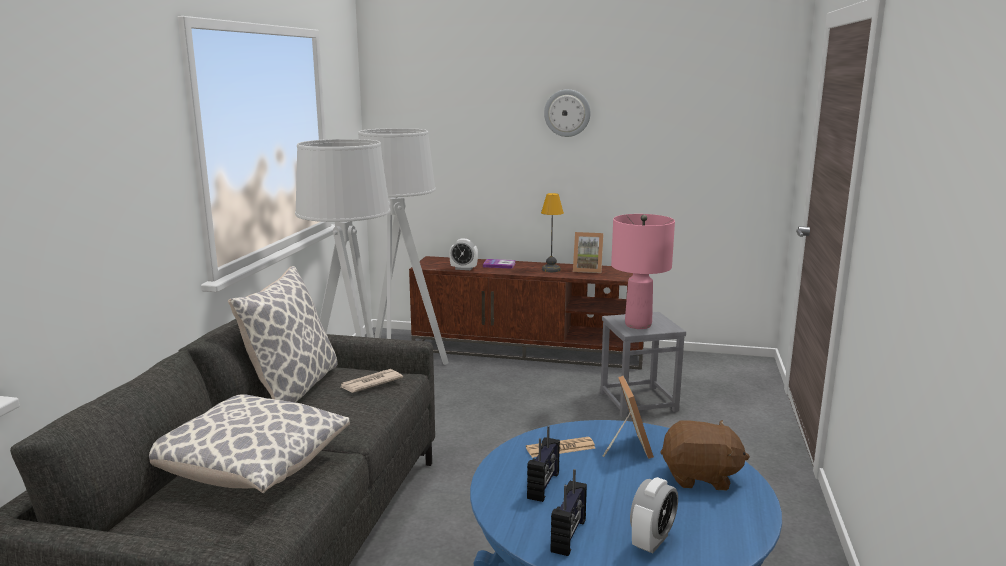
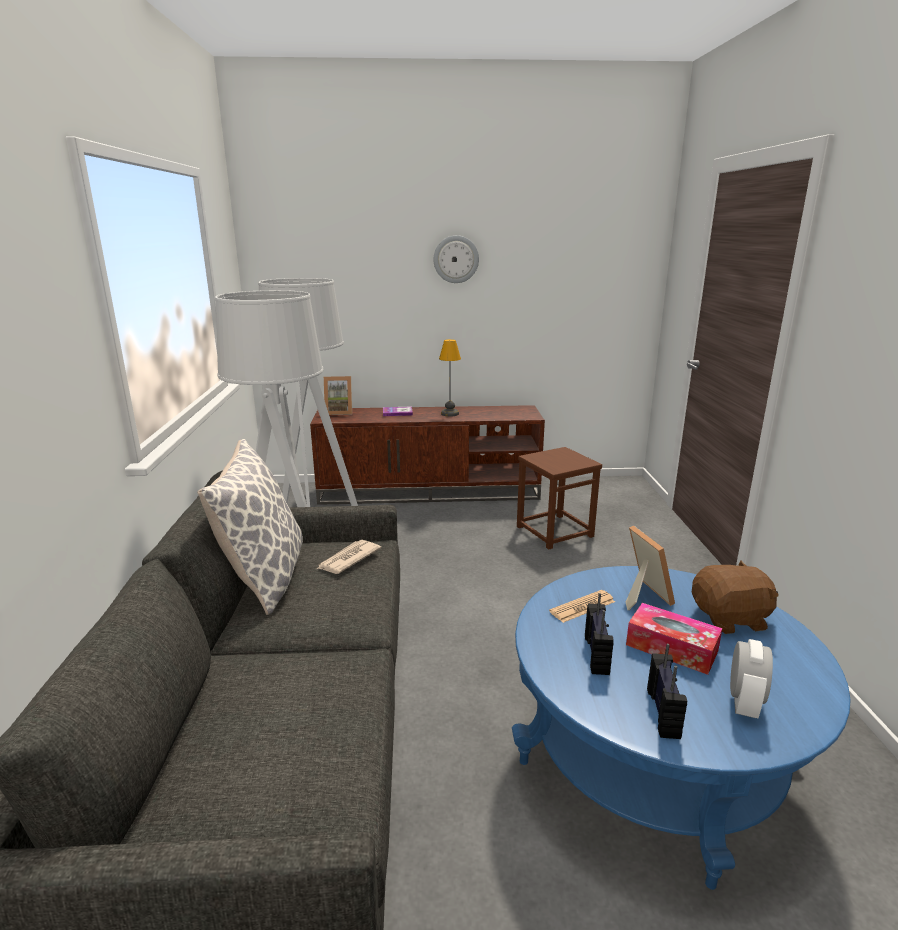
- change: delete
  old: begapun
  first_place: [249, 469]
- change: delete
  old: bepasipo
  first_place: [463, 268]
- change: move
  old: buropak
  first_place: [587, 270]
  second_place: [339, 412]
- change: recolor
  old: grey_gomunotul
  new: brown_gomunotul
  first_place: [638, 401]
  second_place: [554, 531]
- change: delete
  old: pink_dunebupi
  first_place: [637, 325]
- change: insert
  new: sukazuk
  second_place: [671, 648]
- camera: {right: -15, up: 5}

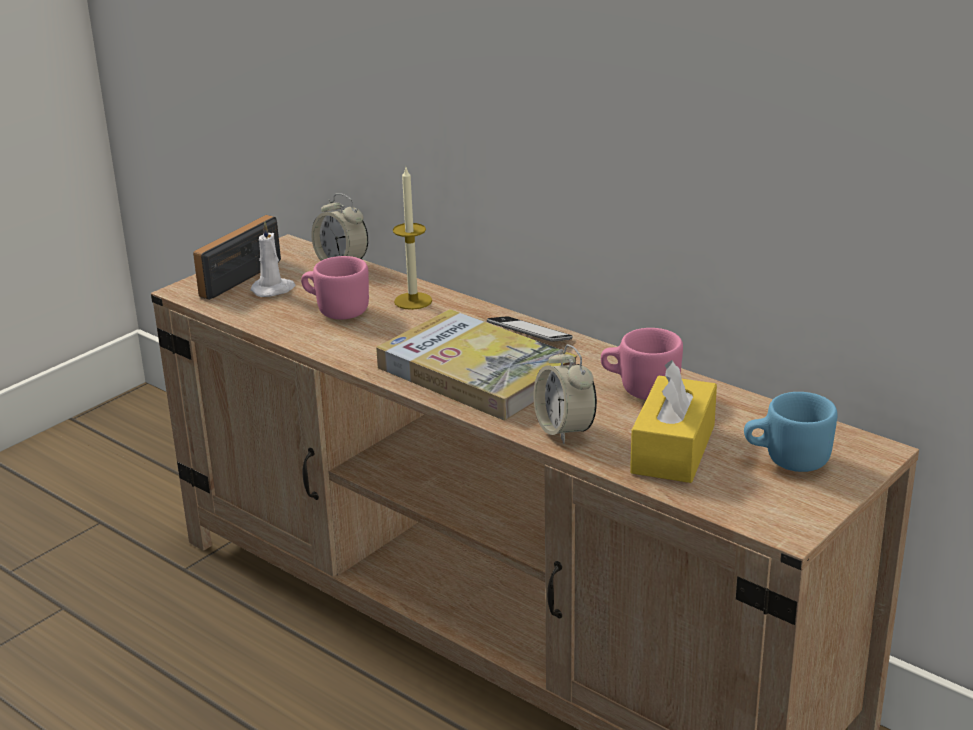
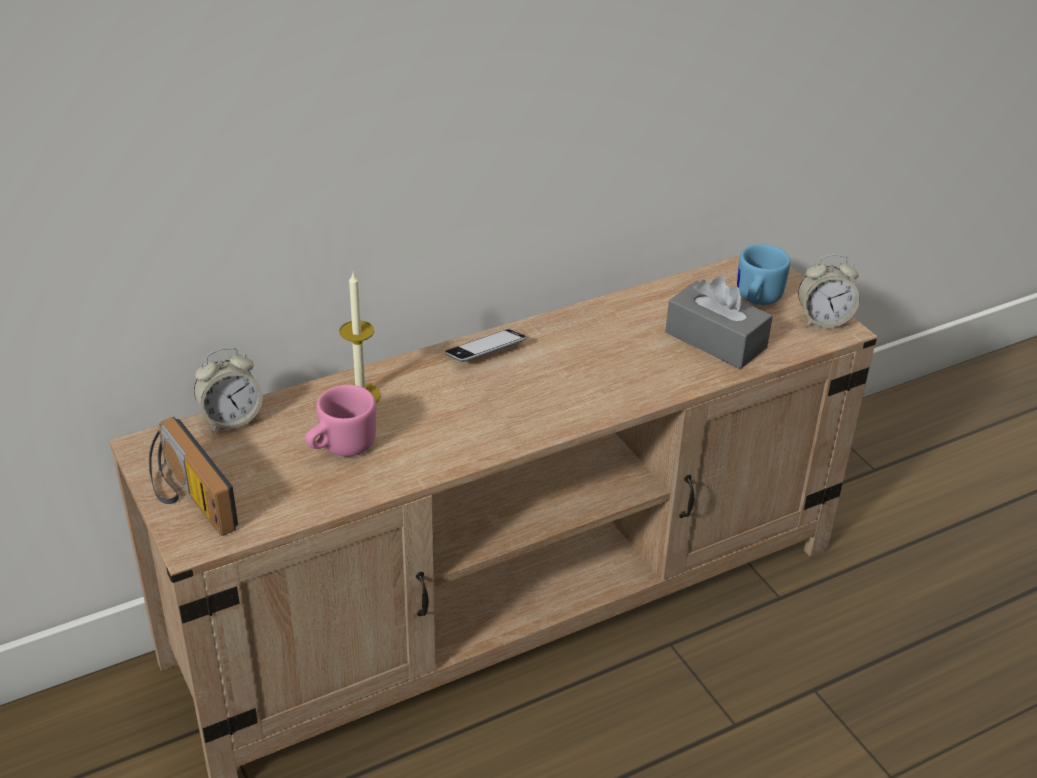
- change: delete
  old: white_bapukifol
  first_place: [274, 290]
- change: delete
  old: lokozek
  first_place: [476, 372]
- change: move
  old: bepasipo
  first_place: [564, 430]
  second_place: [823, 320]
- change: delete
  old: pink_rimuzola
  first_place: [640, 389]
- change: recolor
  old: yellow_sukazuk
  new: grey_sukazuk
  first_place: [673, 449]
  second_place: [715, 340]
- camera: {right: -70, up: 10}

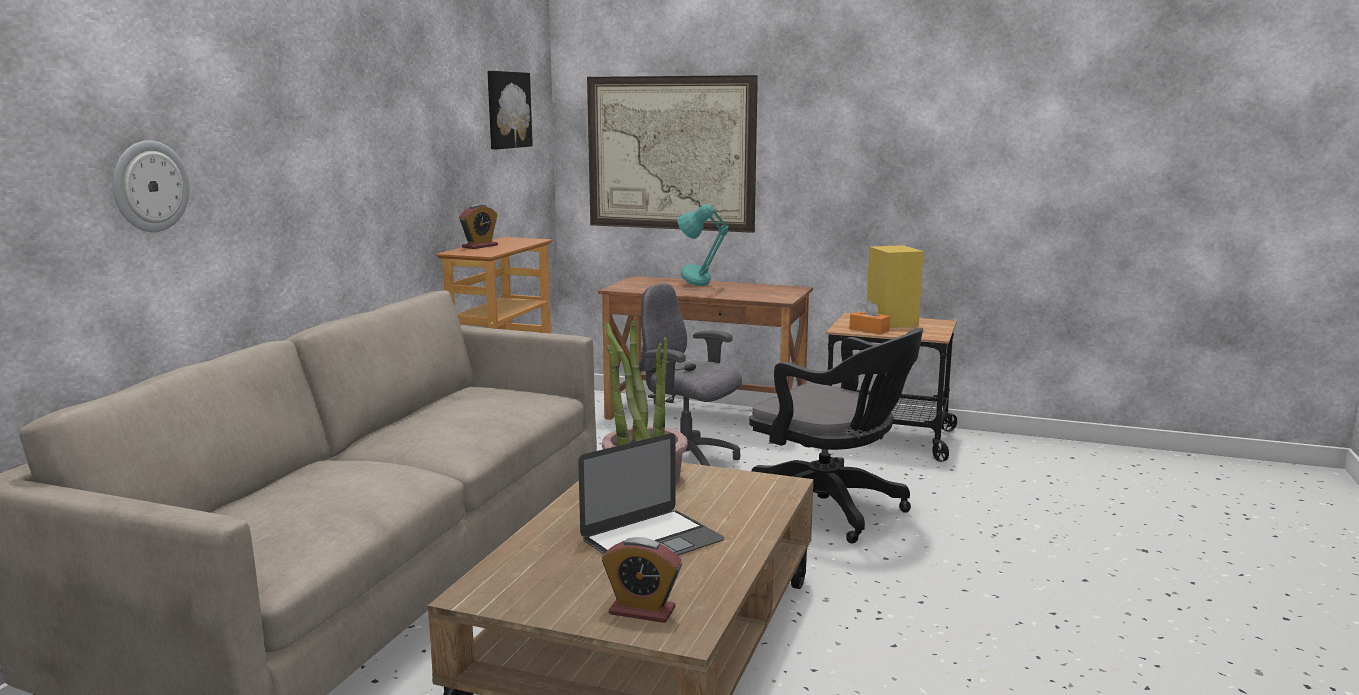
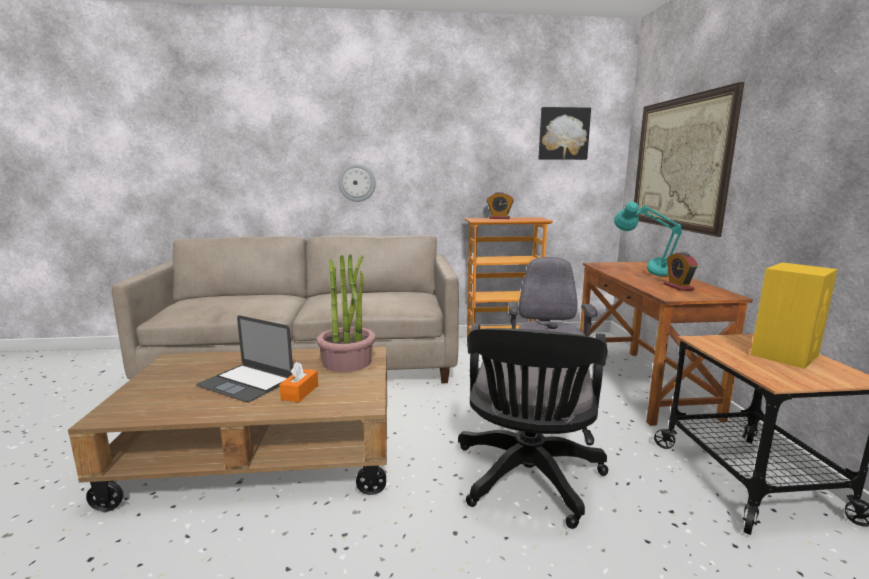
- change: move
  old: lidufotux
  first_place: [149, 186]
  second_place: [357, 182]
- change: move
  old: bepasipo
  first_place: [642, 611]
  second_place: [678, 287]
- change: move
  old: orange_sukazuk
  first_place: [869, 330]
  second_place: [300, 392]
- camera: {right: 65, up: 0}

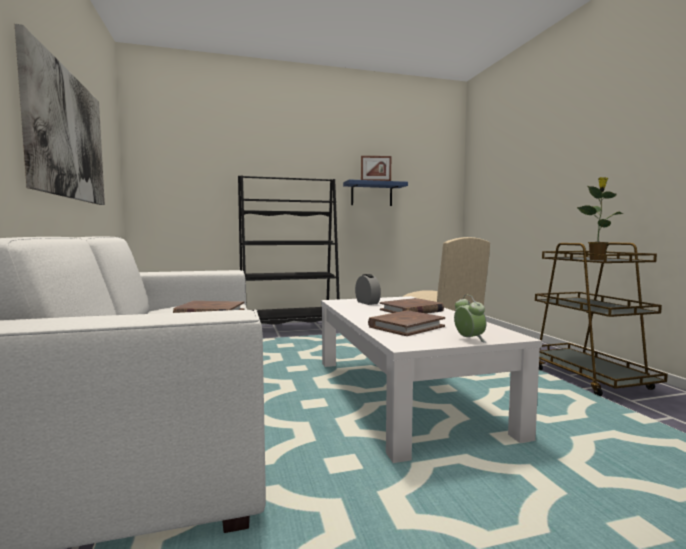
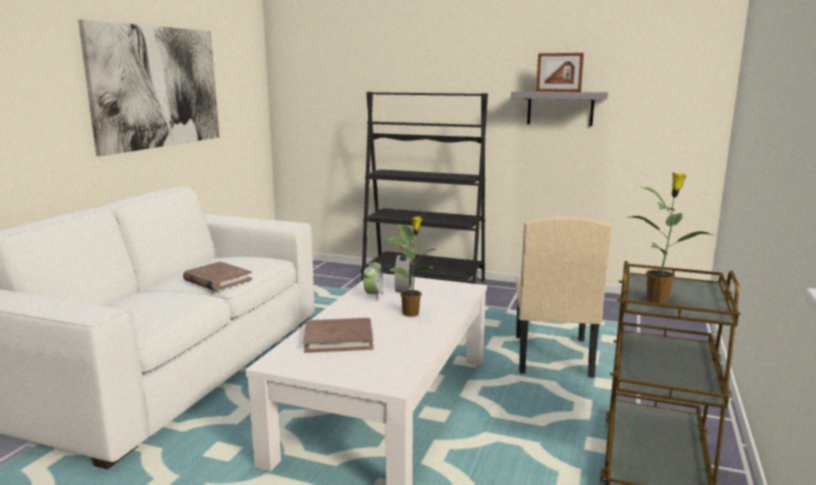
- change: recolor
  old: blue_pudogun
  new: grey_pudogun
  first_place: [371, 194]
  second_place: [560, 108]
- change: replace
  old: brown_lokozek
  new: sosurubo
  first_place: [411, 310]
  second_place: [412, 313]
- change: move
  old: bepasipo
  first_place: [469, 339]
  second_place: [373, 295]
- camera: {right: 35, up: 10}

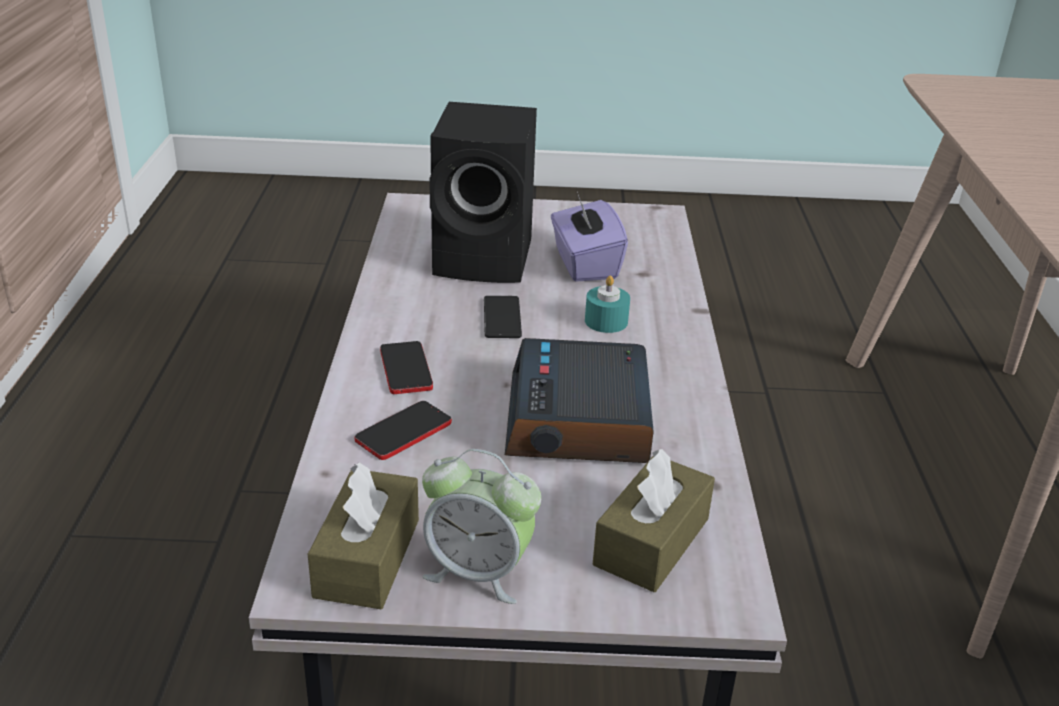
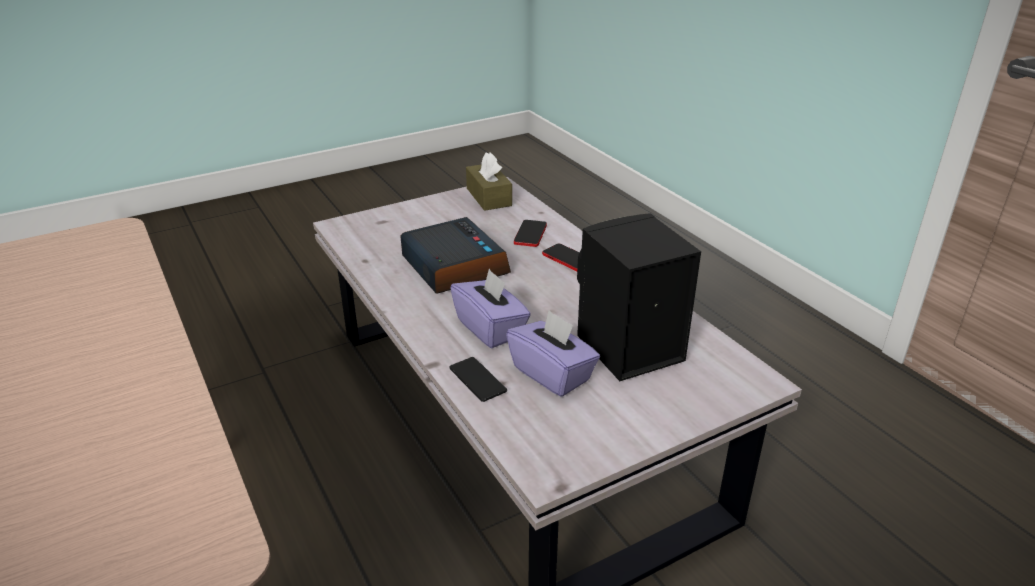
- change: delete
  old: bepasipo
  first_place: [478, 572]
- change: move
  old: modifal
  first_place: [502, 318]
  second_place: [477, 380]
- change: replace
  old: turquoise_bapukifol
  new: purple_sukazuk
  first_place: [606, 321]
  second_place: [491, 328]
- change: delete
  old: brown_sukazuk
  first_place: [651, 542]
- camera: {right: 150, up: 0}

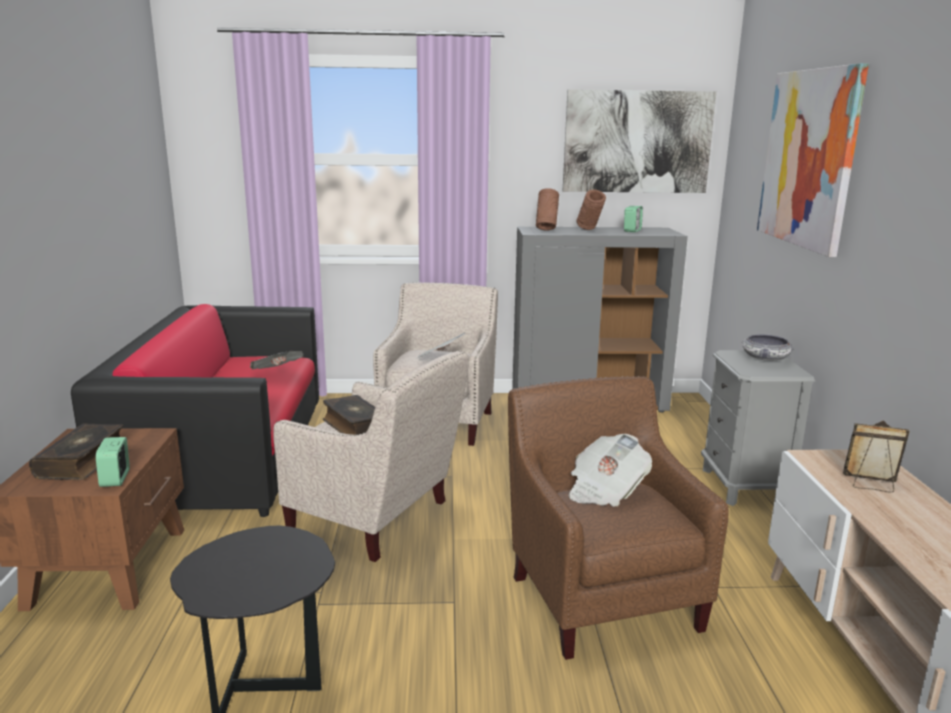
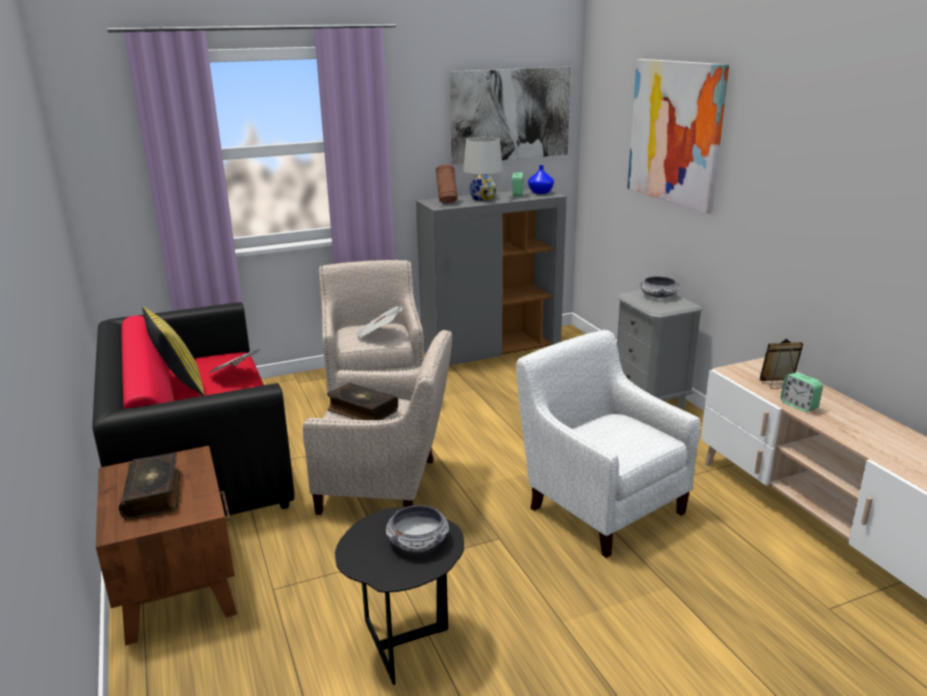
- change: move
  old: bepasipo
  first_place: [115, 479]
  second_place: [799, 405]
- change: recolor
  old: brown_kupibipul
  new: white_kupibipul
  first_place: [602, 594]
  second_place: [601, 504]
- change: delete
  old: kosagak
  first_place: [605, 490]
- change: replace
  old: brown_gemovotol
  new: white_dunebupi
  first_place: [589, 230]
  second_place: [483, 198]
- change: insert
  new: yellow_begapun
  second_place: [179, 384]
- change: insert
  new: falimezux
  second_place: [418, 541]
- change: insert
  new: blue_gemovotol
  second_place: [540, 192]
- camera: {right: -20, up: 5}

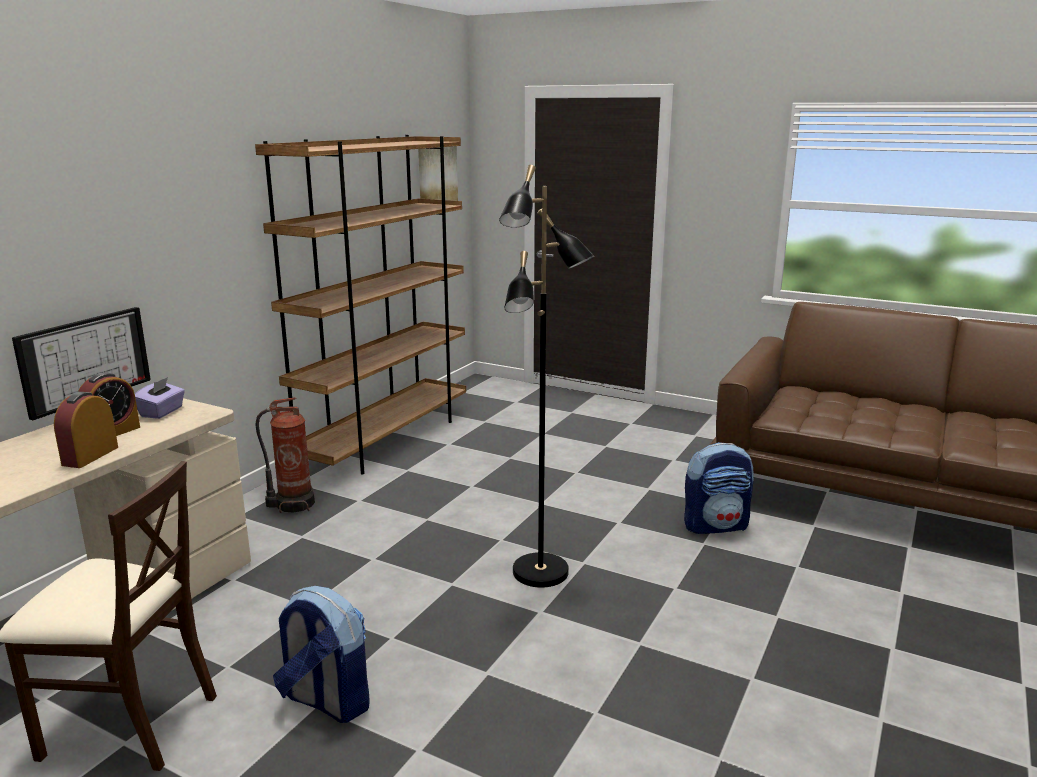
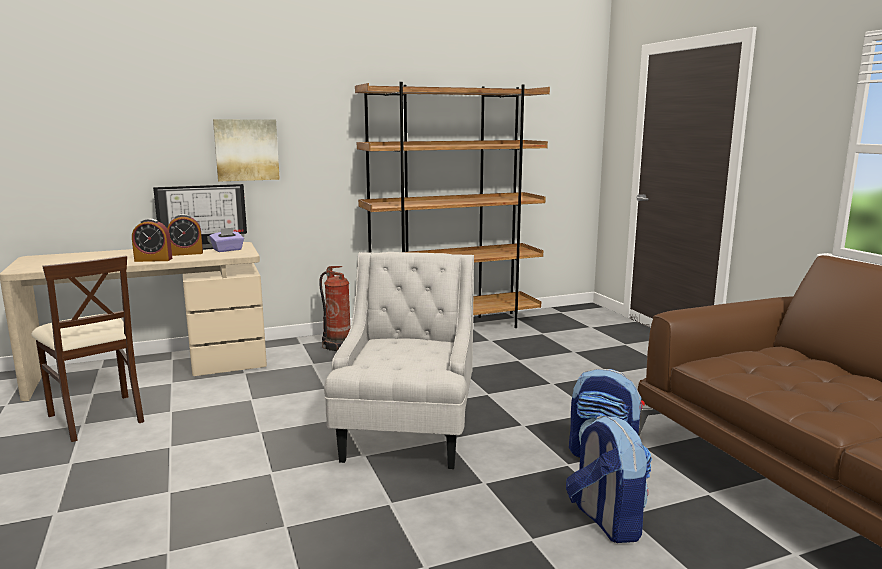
- change: rotate
  old: bepasipo
  first_place: [90, 456]
  second_place: [153, 259]
  degrees: -150
- change: move
  old: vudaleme
  first_place: [326, 701]
  second_place: [606, 521]
- change: move
  old: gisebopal
  first_place: [436, 176]
  second_place: [246, 150]
- change: replace
  old: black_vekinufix
  new: white_kupibipul
  first_place: [541, 573]
  second_place: [407, 434]
- camera: {right: 40, up: -5}

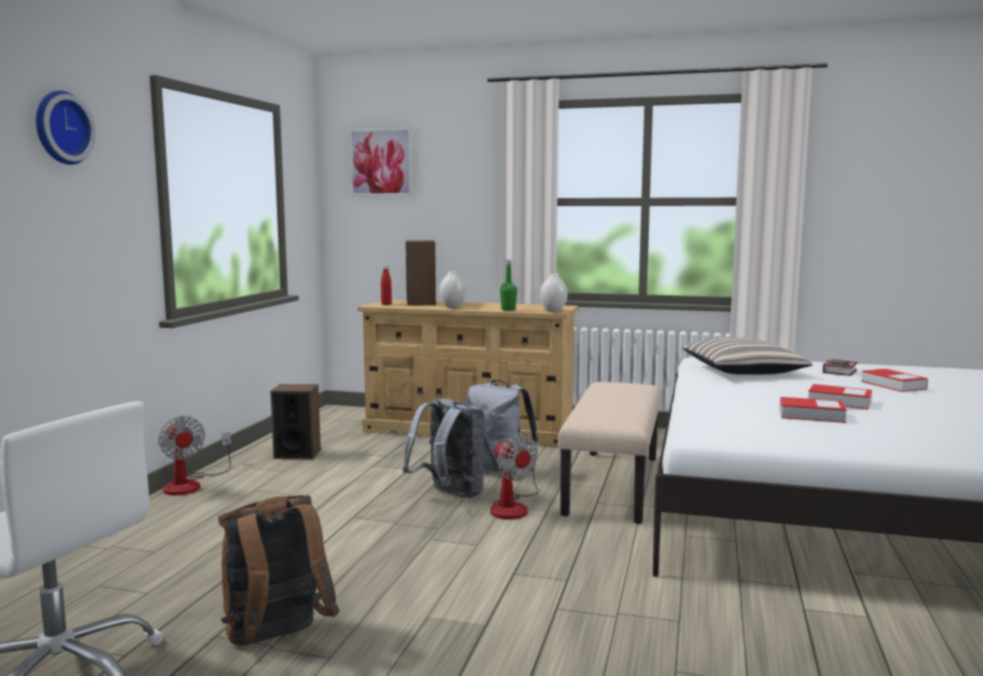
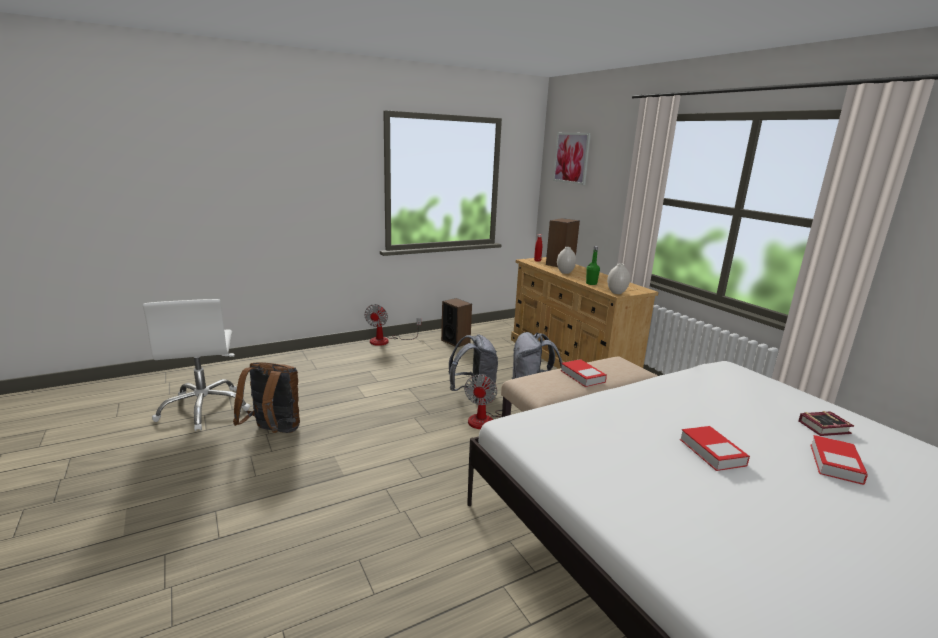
- change: delete
  old: lidufotux
  first_place: [60, 128]
- change: delete
  old: begapun
  first_place: [743, 370]
- change: move
  old: lokozek
  first_place: [811, 415]
  second_place: [582, 376]
- camera: {right: 45, up: 10}

